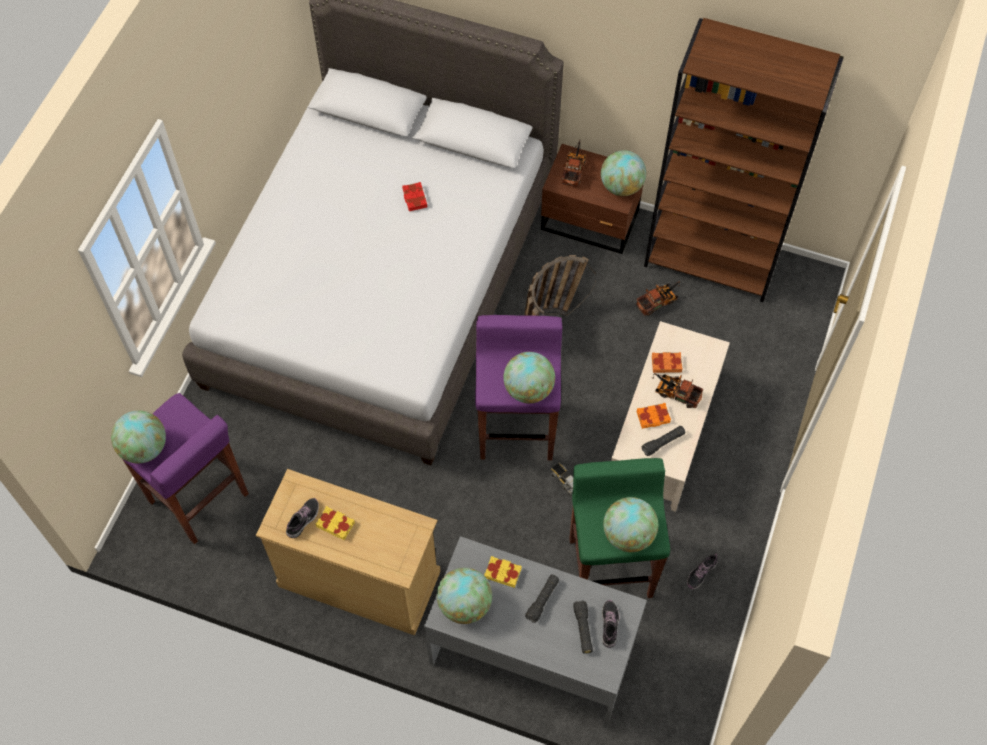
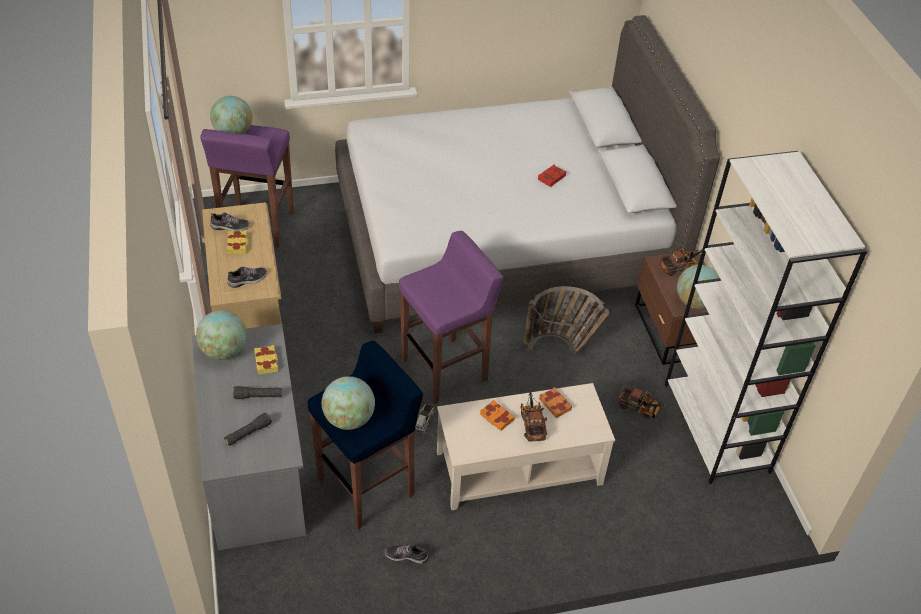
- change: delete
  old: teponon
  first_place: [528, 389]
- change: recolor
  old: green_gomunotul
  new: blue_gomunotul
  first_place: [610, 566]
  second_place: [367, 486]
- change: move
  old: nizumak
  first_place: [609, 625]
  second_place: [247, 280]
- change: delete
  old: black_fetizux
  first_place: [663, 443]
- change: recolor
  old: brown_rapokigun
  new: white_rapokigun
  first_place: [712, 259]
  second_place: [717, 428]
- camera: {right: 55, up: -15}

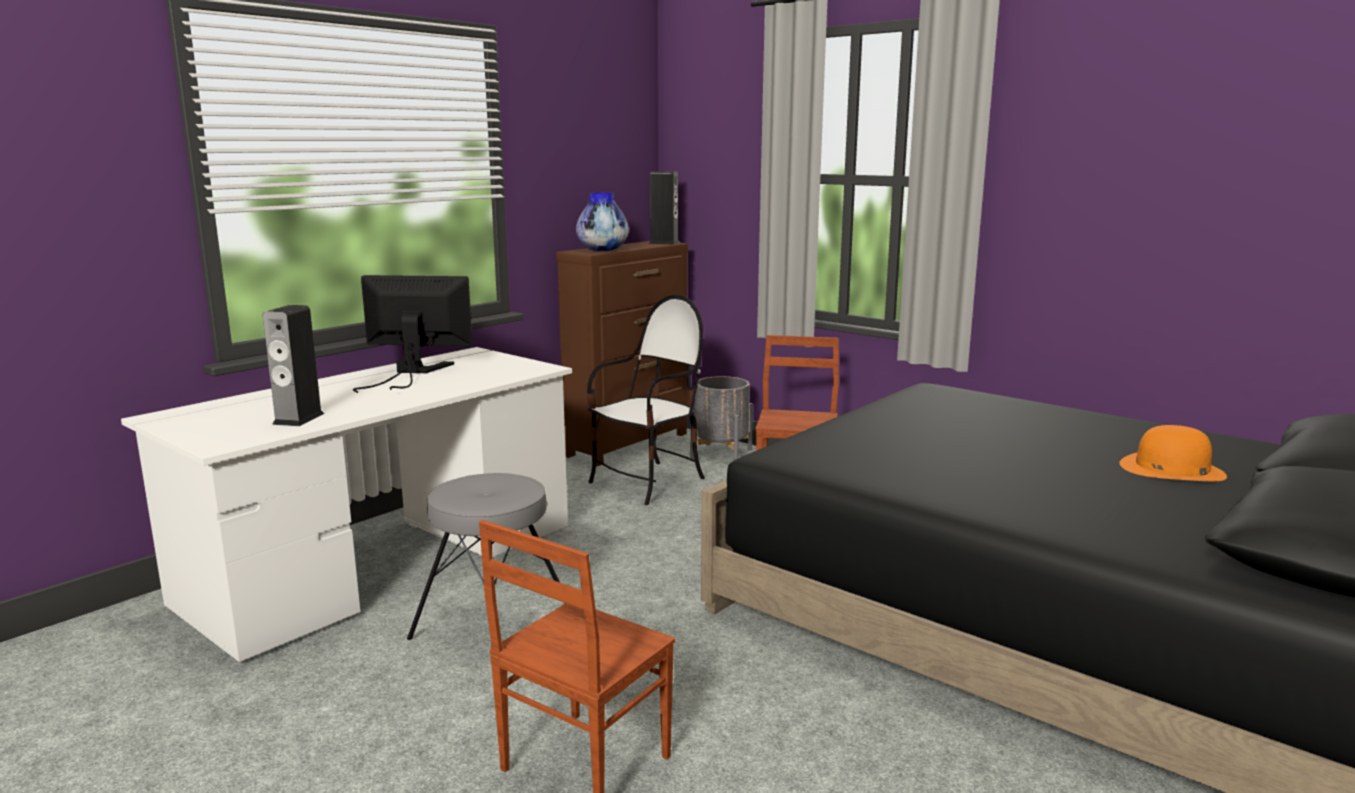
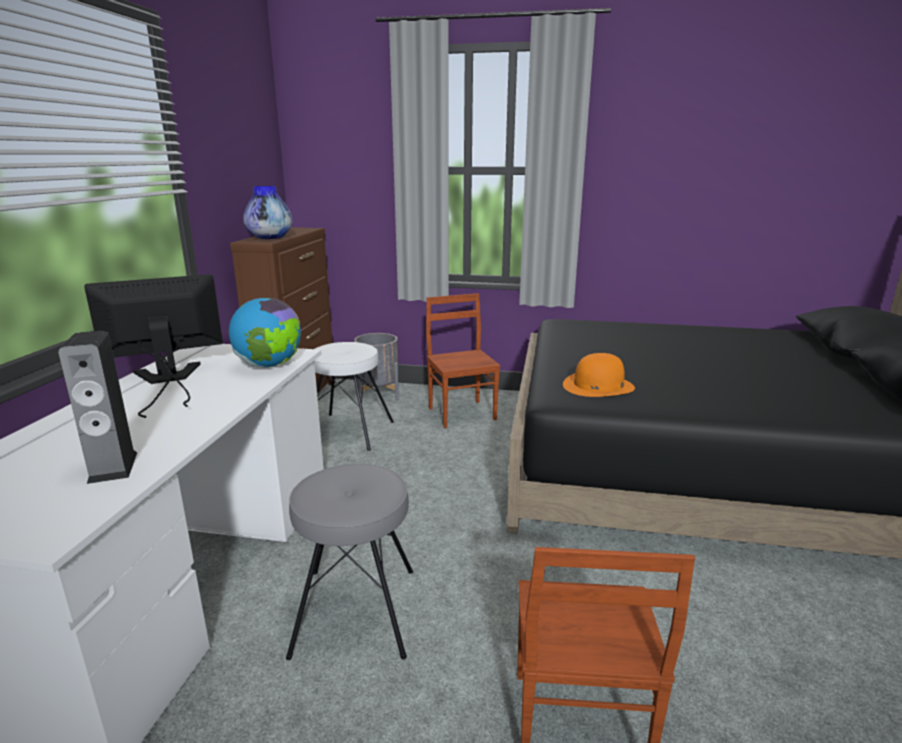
- change: replace
  old: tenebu
  new: white_gomunotul
  first_place: [648, 482]
  second_place: [348, 431]
- change: delete
  old: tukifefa
  first_place: [664, 243]
- change: move
  old: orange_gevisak
  first_place: [1171, 469]
  second_place: [598, 386]
- change: insert
  new: teponon
  second_place: [269, 365]
- camera: {right: -30, up: 5}

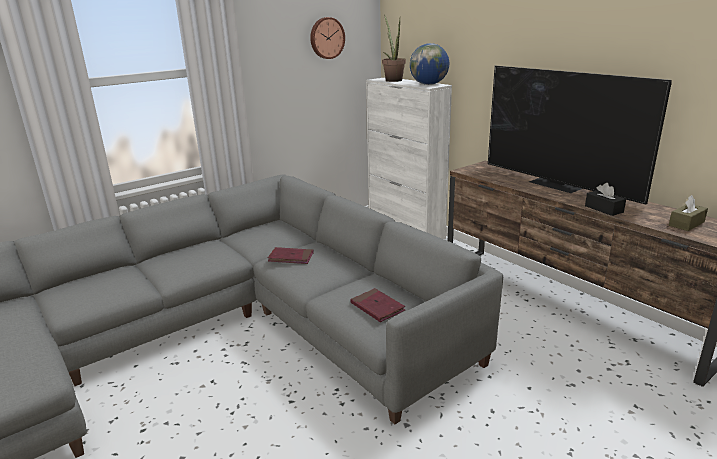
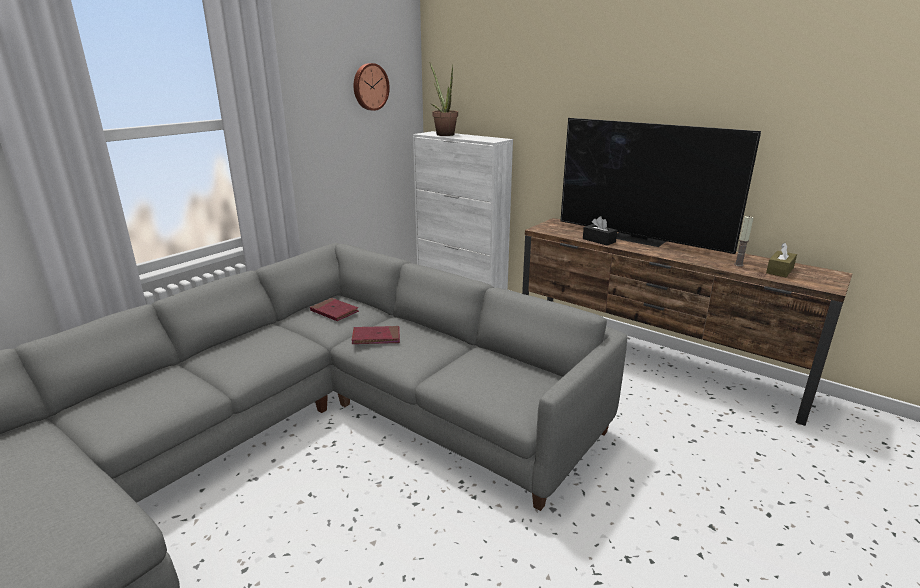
- change: move
  old: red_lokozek
  first_place: [377, 307]
  second_place: [334, 312]
- change: delete
  old: teponon
  first_place: [429, 84]
- change: move
  old: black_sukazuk
  first_place: [604, 209]
  second_place: [599, 240]
- change: insert
  new: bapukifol
  second_place: [738, 265]
- camera: {right: -15, up: 0}

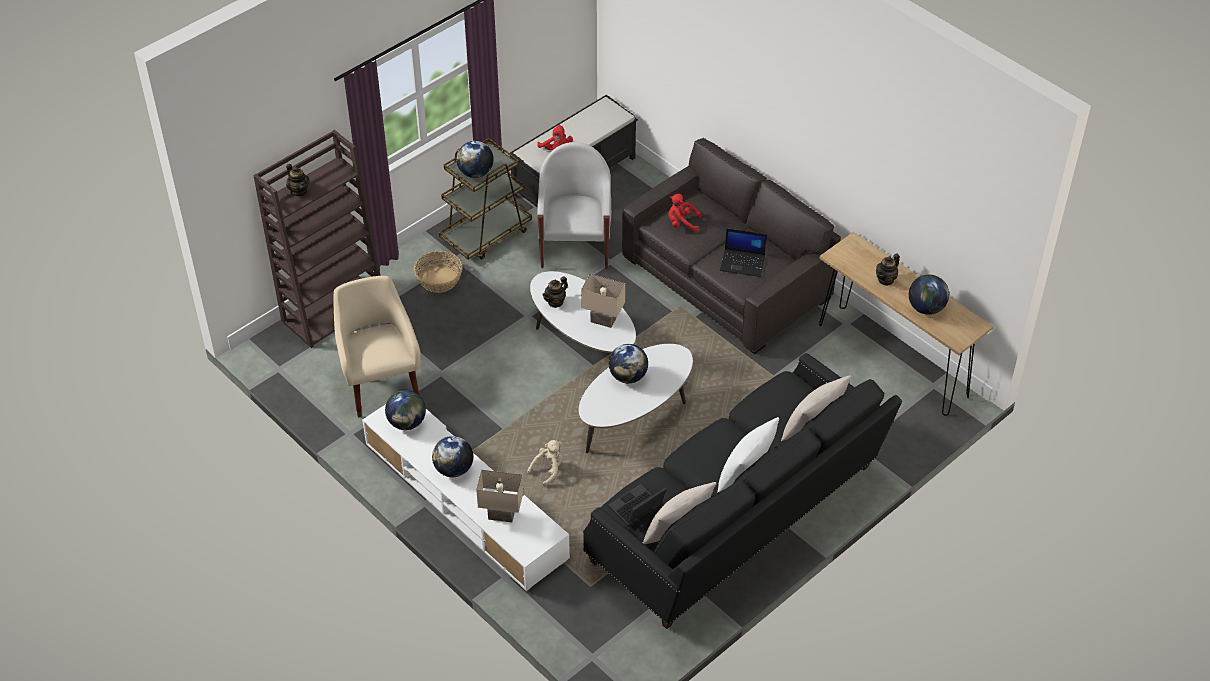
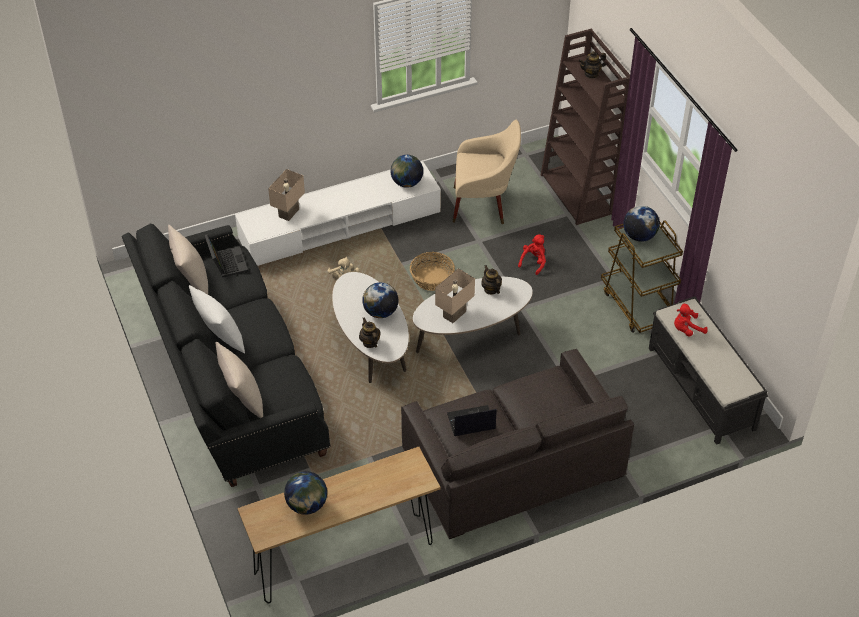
- change: move
  old: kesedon
  first_place: [439, 279]
  second_place: [432, 279]
- change: delete
  old: teponon
  first_place: [454, 469]
- change: delete
  old: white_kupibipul
  first_place: [575, 246]
- change: move
  old: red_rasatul
  first_place: [682, 223]
  second_place: [534, 262]
- change: rotate
  old: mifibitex
  first_place: [743, 263]
  second_place: [470, 422]
  degrees: 45
- change: move
  old: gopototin
  first_place: [886, 279]
  second_place: [370, 342]
- camera: {right: 110, up: 0}

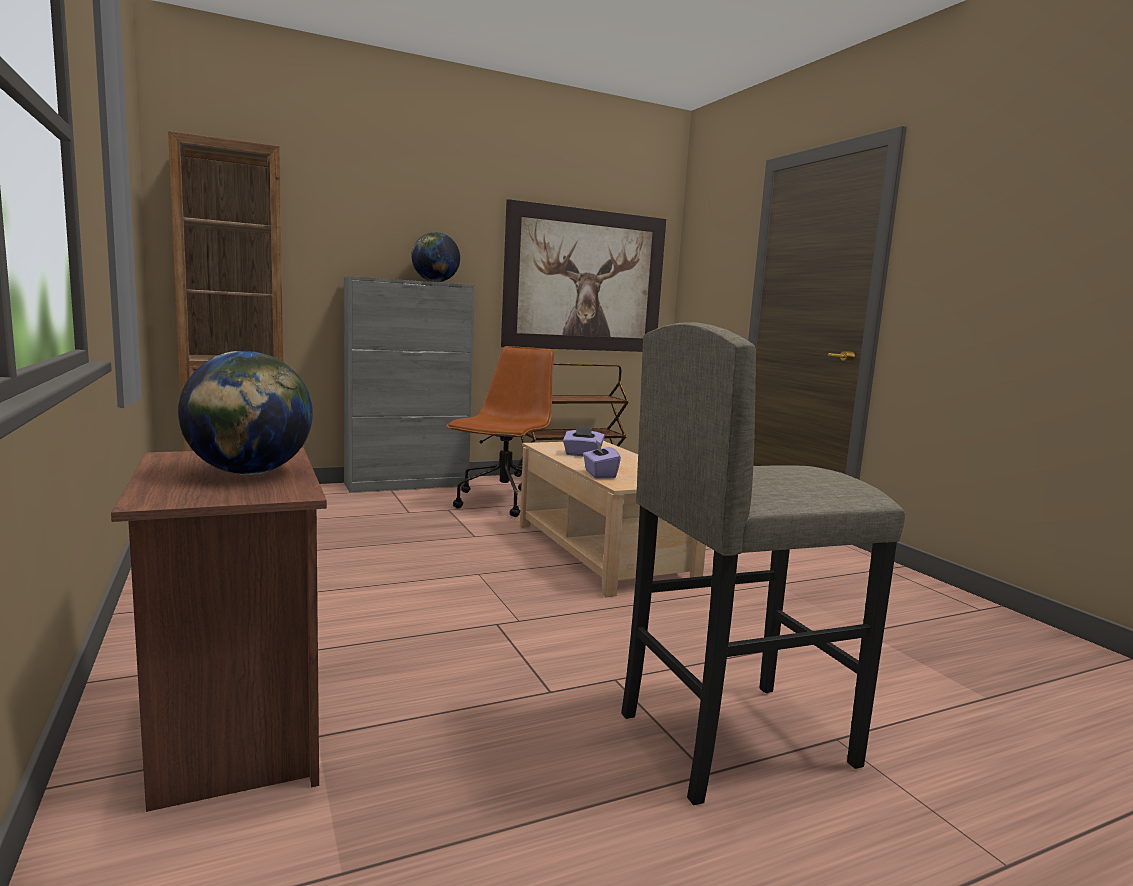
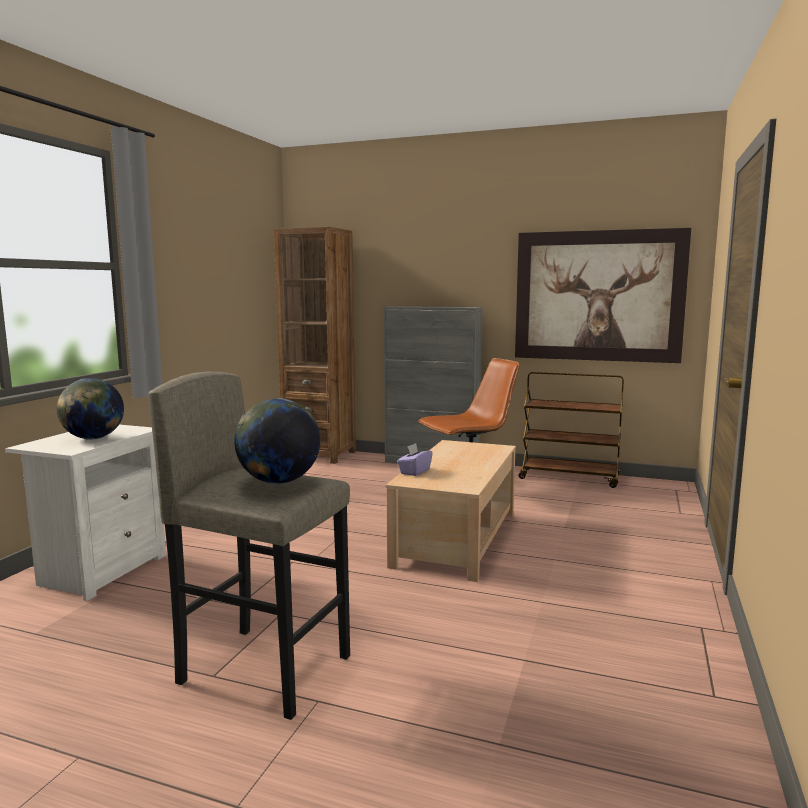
- change: recolor
  old: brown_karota
  new: white_karota
  first_place: [233, 736]
  second_place: [101, 571]
- change: move
  old: teponon
  first_place: [435, 282]
  second_place: [279, 482]
- change: delete
  old: purple_sukazuk
  first_place: [582, 454]
- camera: {right: 45, up: 0}

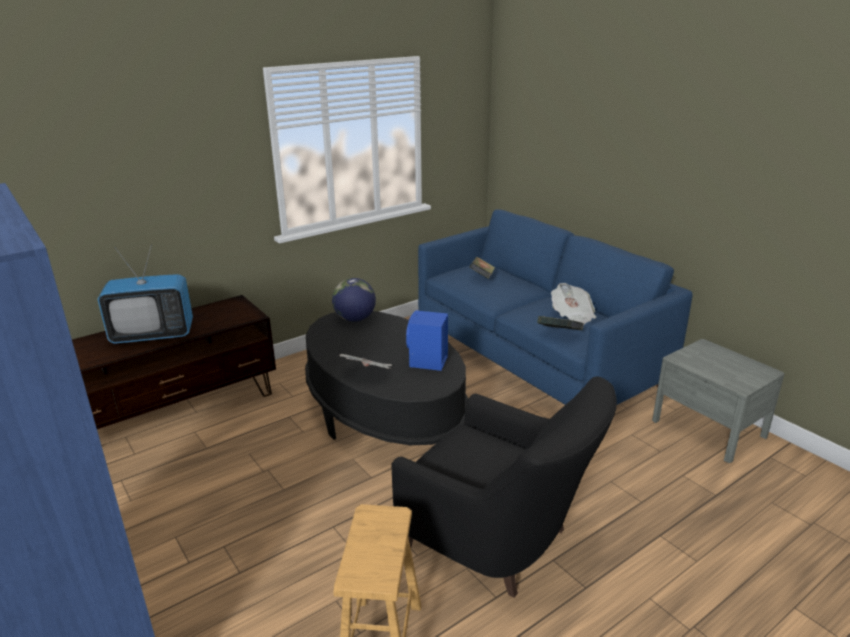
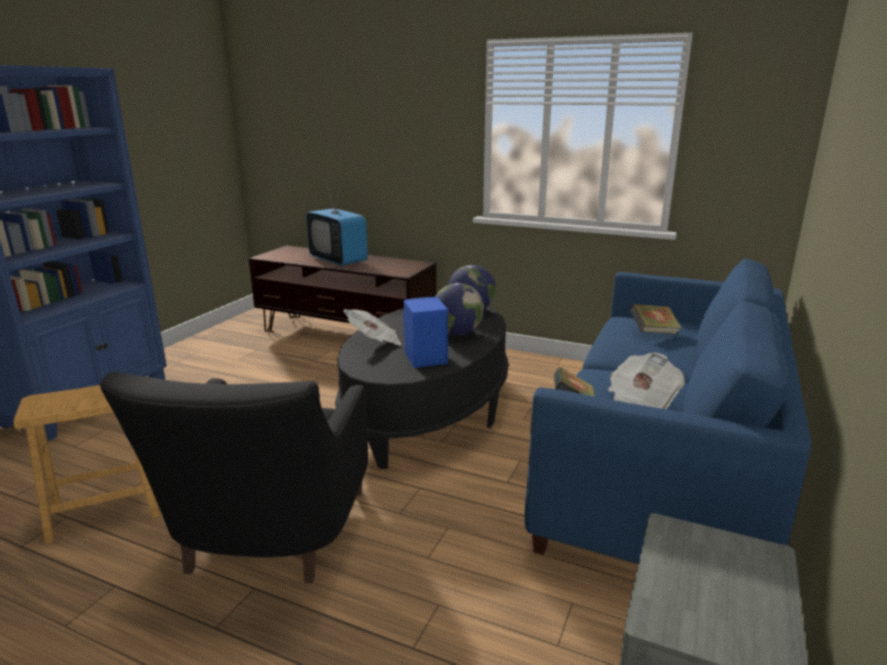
- change: insert
  new: teponon
  second_place: [457, 334]
- camera: {right: 60, up: -5}

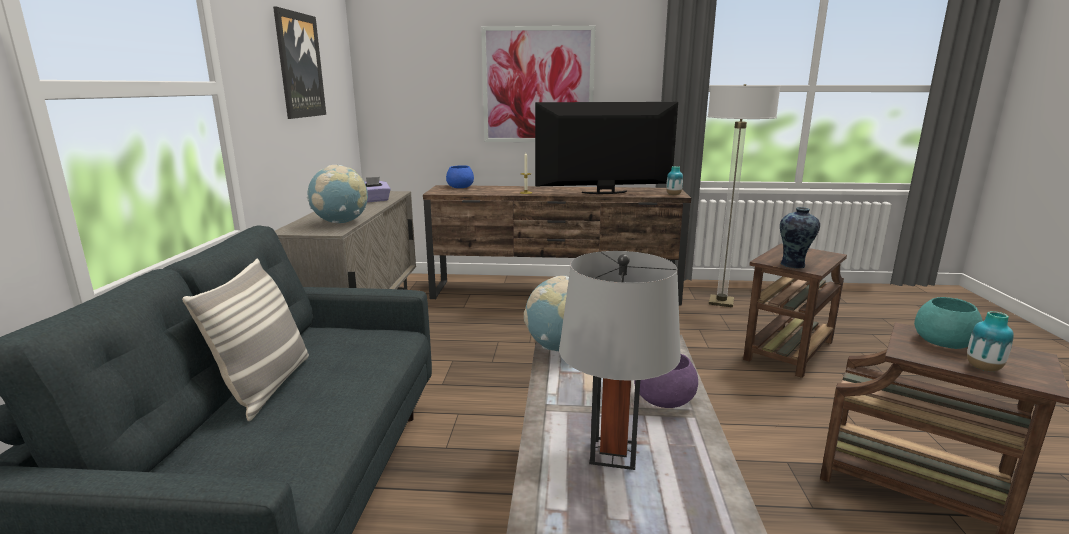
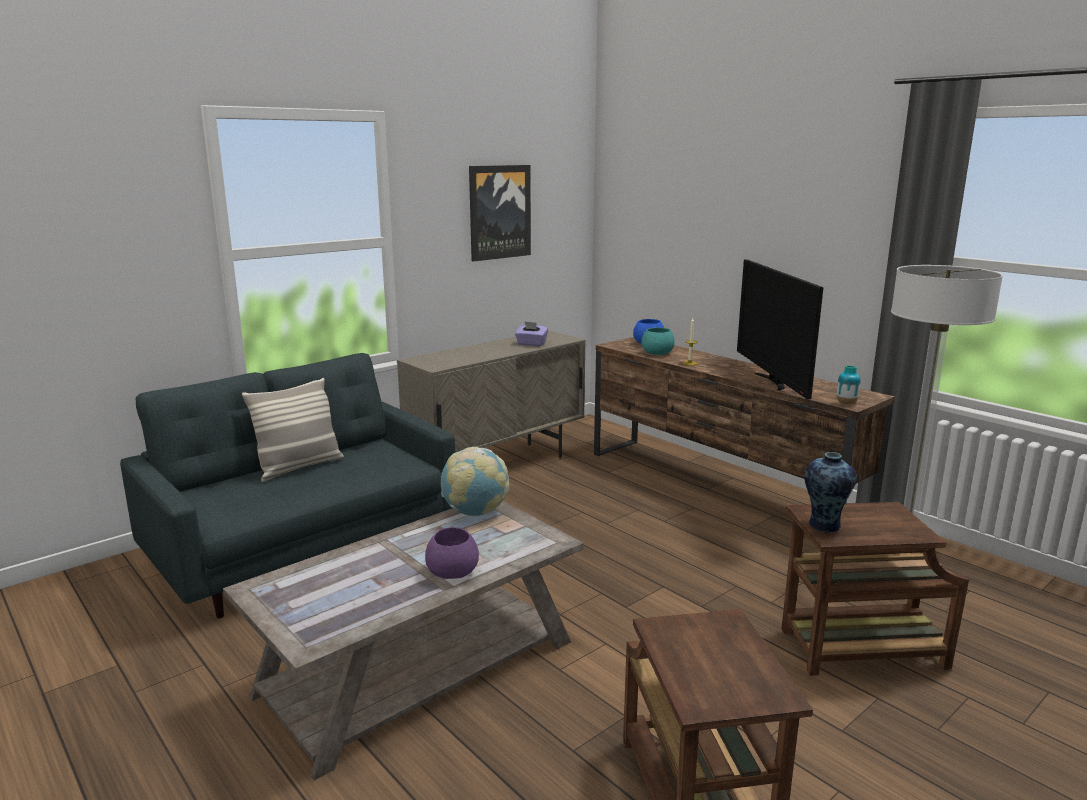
- change: delete
  old: teponon
  first_place: [341, 222]
- change: delete
  old: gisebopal
  first_place: [538, 85]
- change: rotate
  old: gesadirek
  first_place: [604, 193]
  second_place: [772, 381]
  degrees: -135
- change: delete
  old: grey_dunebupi
  first_place: [613, 453]
- change: move
  old: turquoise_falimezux
  first_place: [943, 342]
  second_place: [658, 353]
- change: delete
  old: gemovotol
  first_place: [983, 368]
- camera: {right: 45, up: 0}

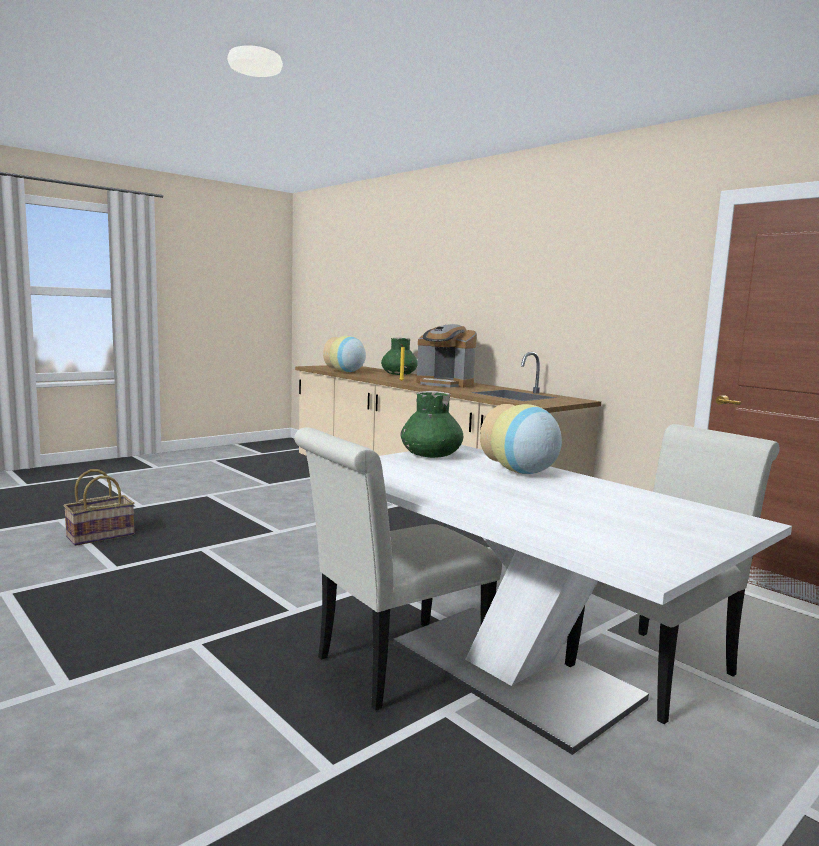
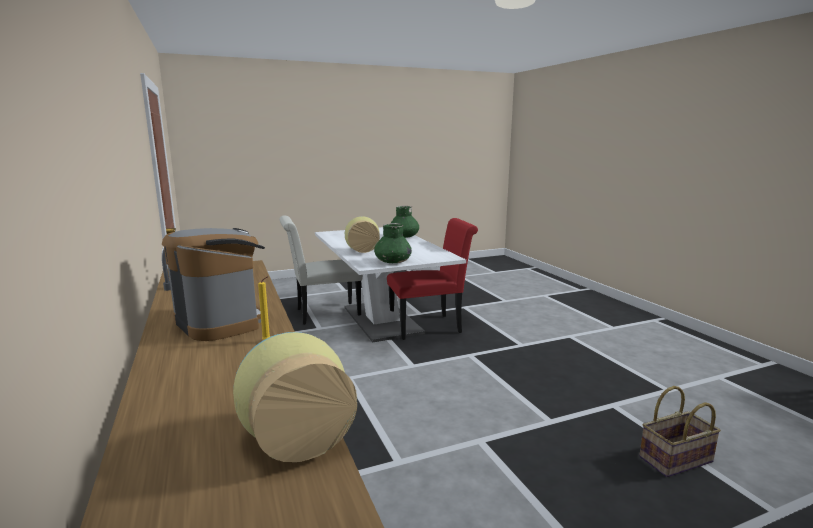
- change: recolor
  old: white_tenebu
  new: red_tenebu
  first_place: [393, 666]
  second_place: [430, 326]
- change: move
  old: green_gemovotol
  first_place: [399, 374]
  second_place: [404, 236]
- camera: {right: -160, up: 5}

